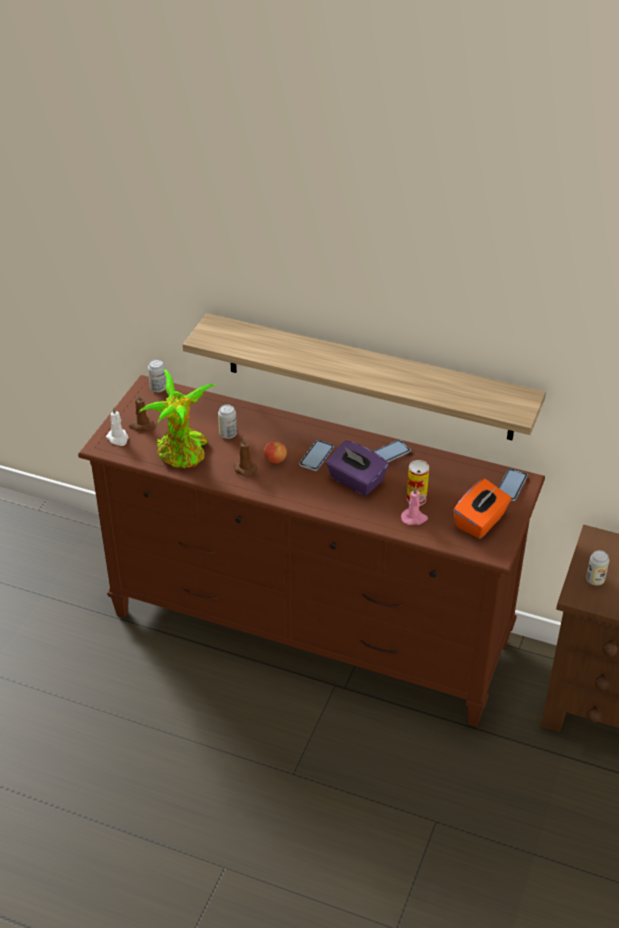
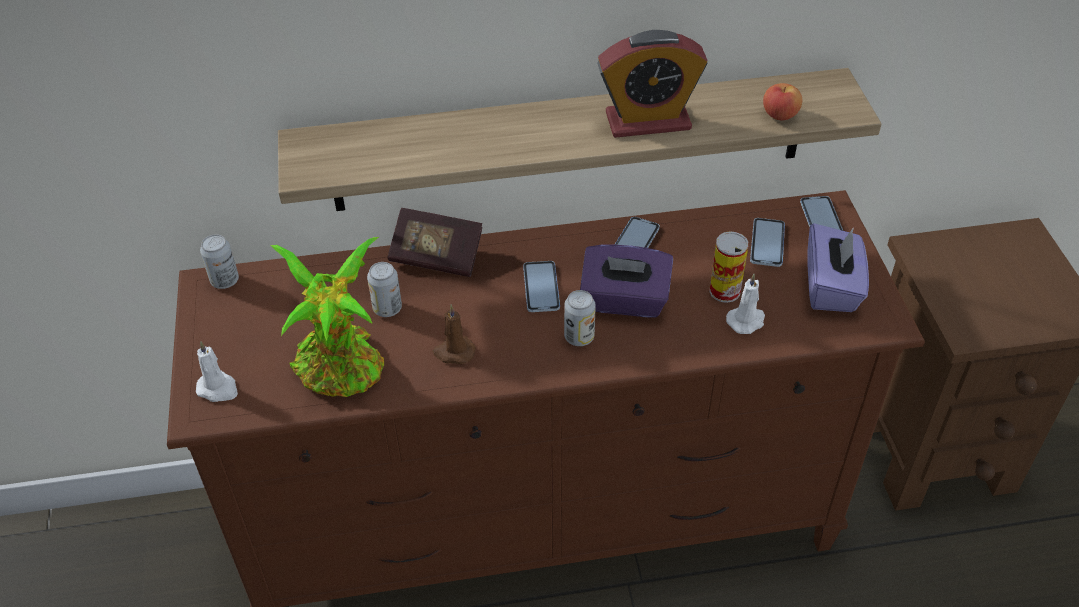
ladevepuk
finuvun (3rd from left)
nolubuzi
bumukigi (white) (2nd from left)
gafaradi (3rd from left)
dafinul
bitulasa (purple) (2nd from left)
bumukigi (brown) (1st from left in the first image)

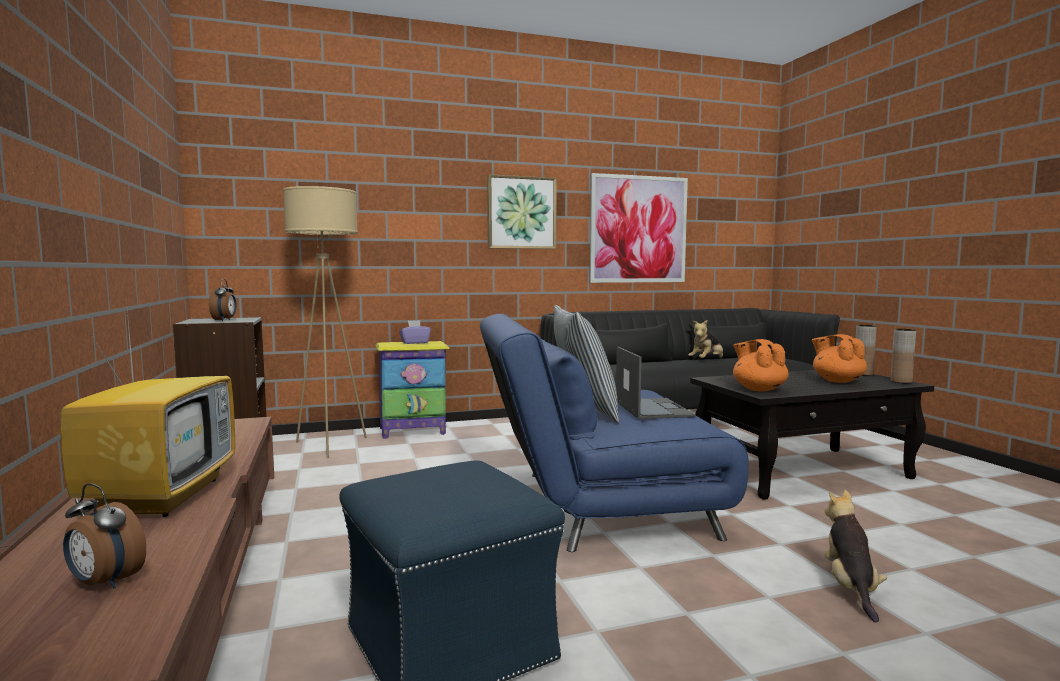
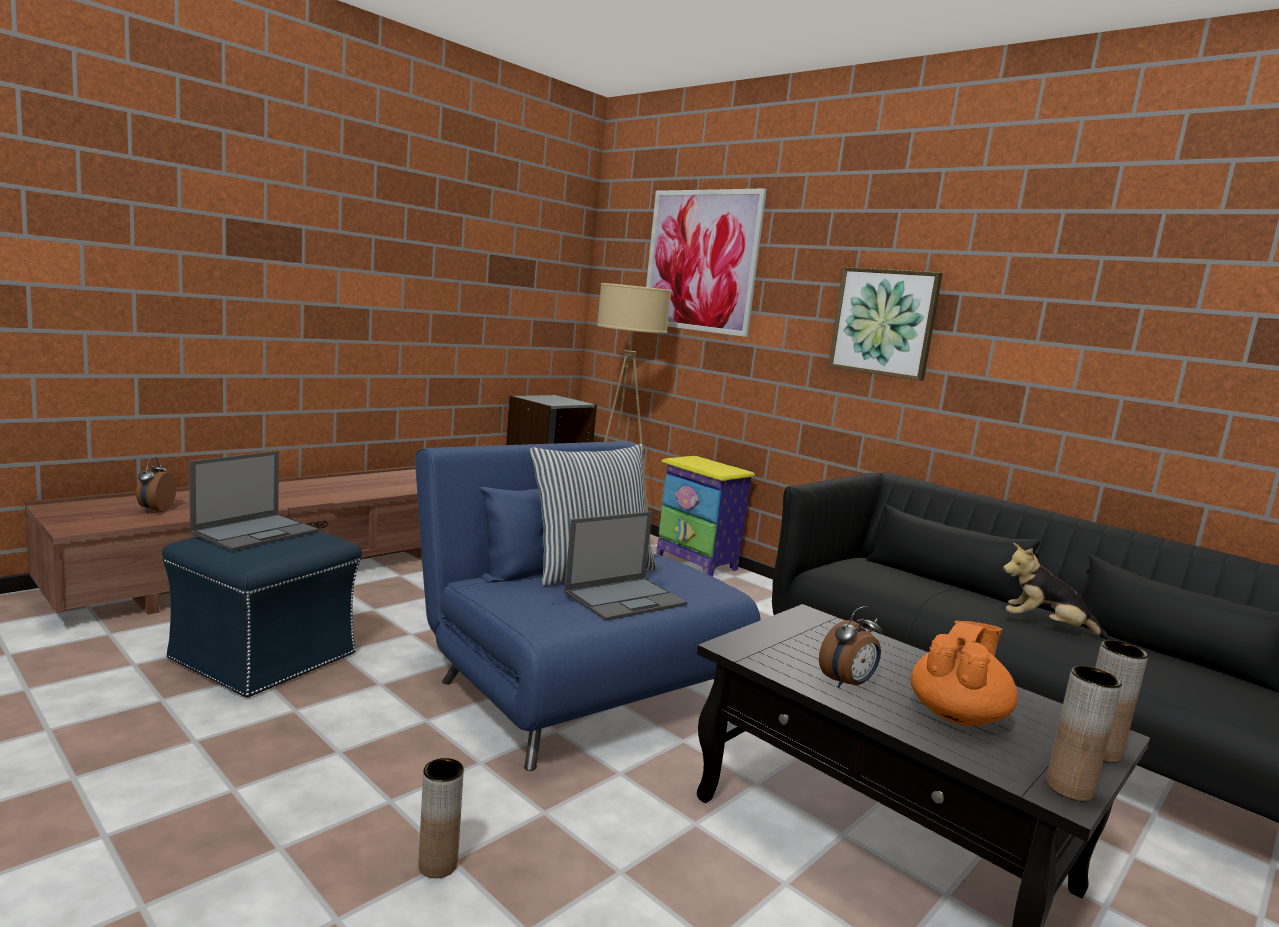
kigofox (1st from left)
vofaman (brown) (1st from left)
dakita (1st from left)
nolubuzi (2nd from left)
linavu
bitulasa (purple)
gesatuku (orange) (1st from left in the first image)

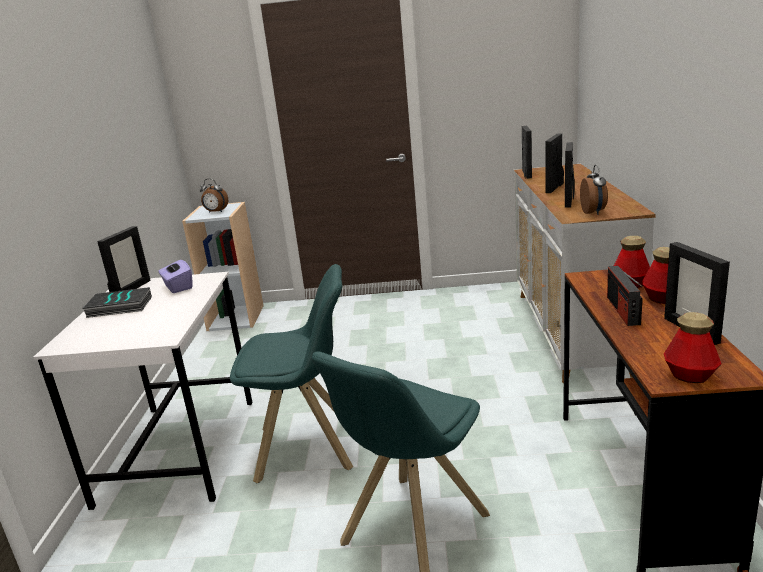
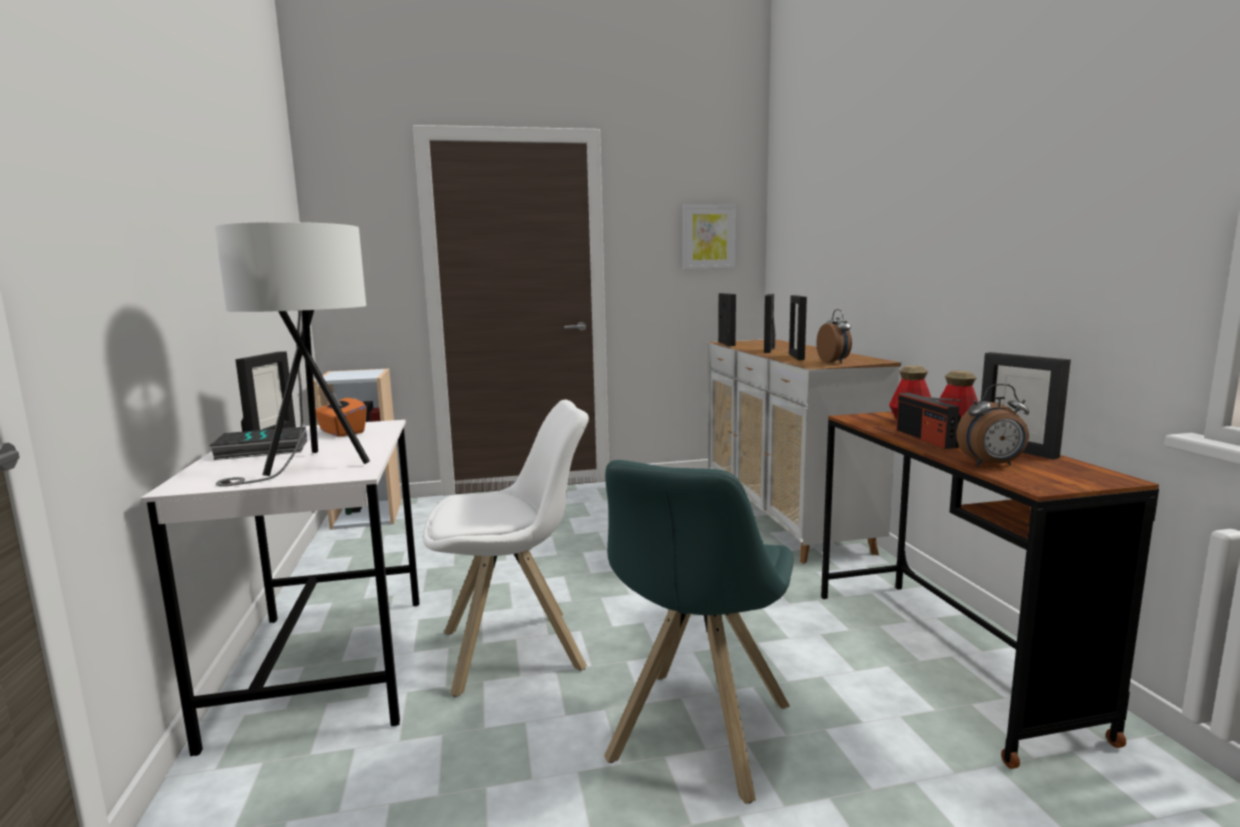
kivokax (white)
bitulasa (orange)
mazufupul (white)
dakita
nolubuzi (2nd from left)
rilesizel (3rd from left in the first image)

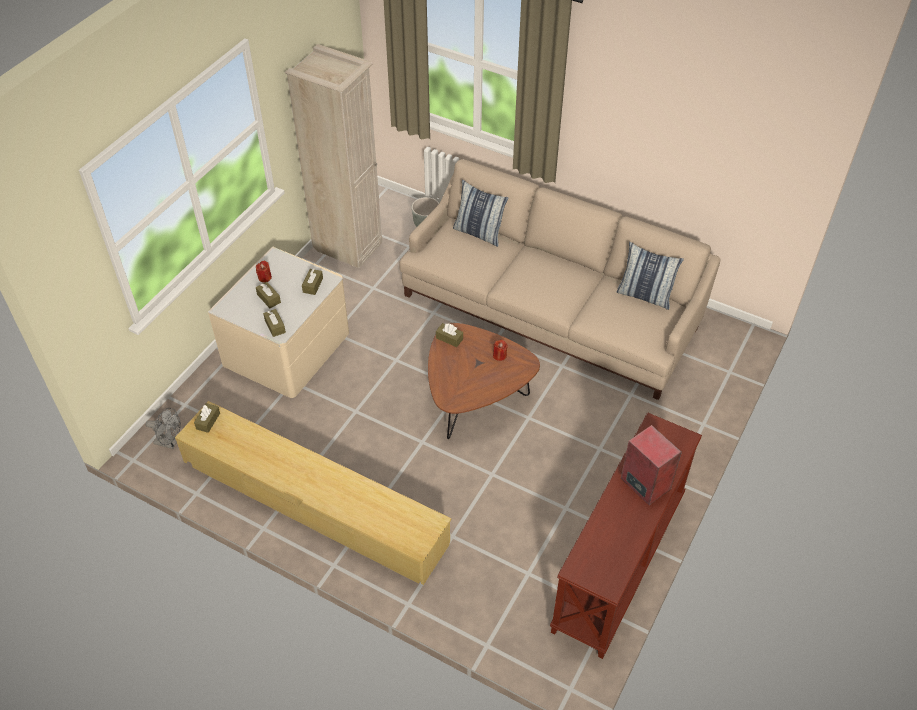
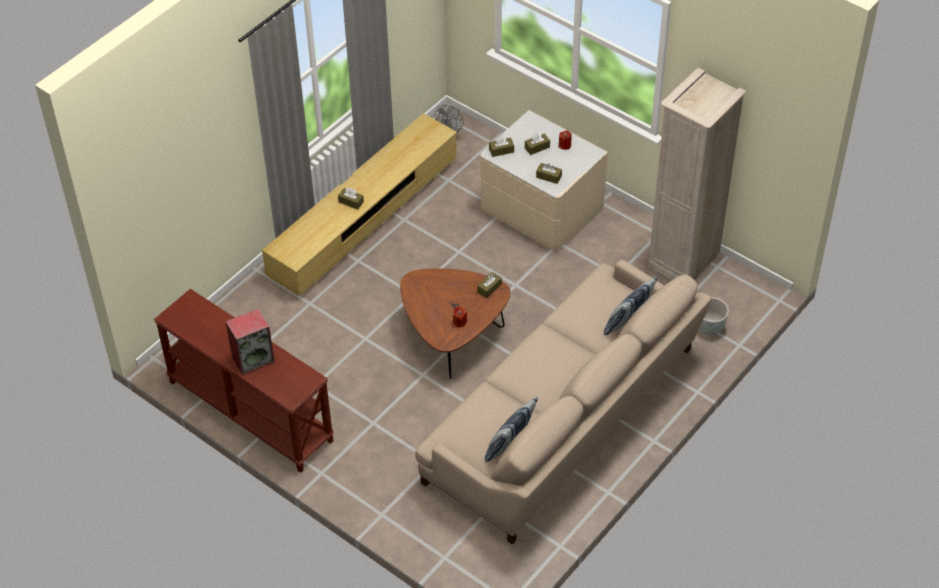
bitulasa (brown) (1st from left)

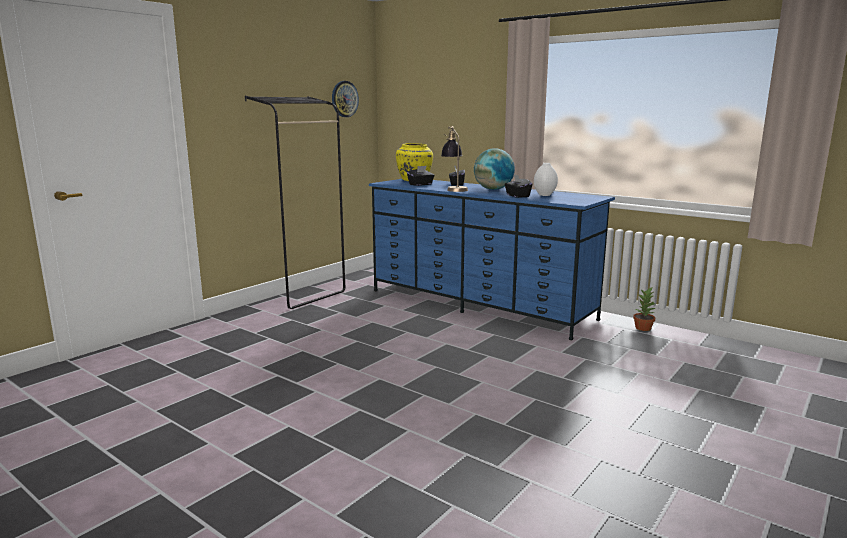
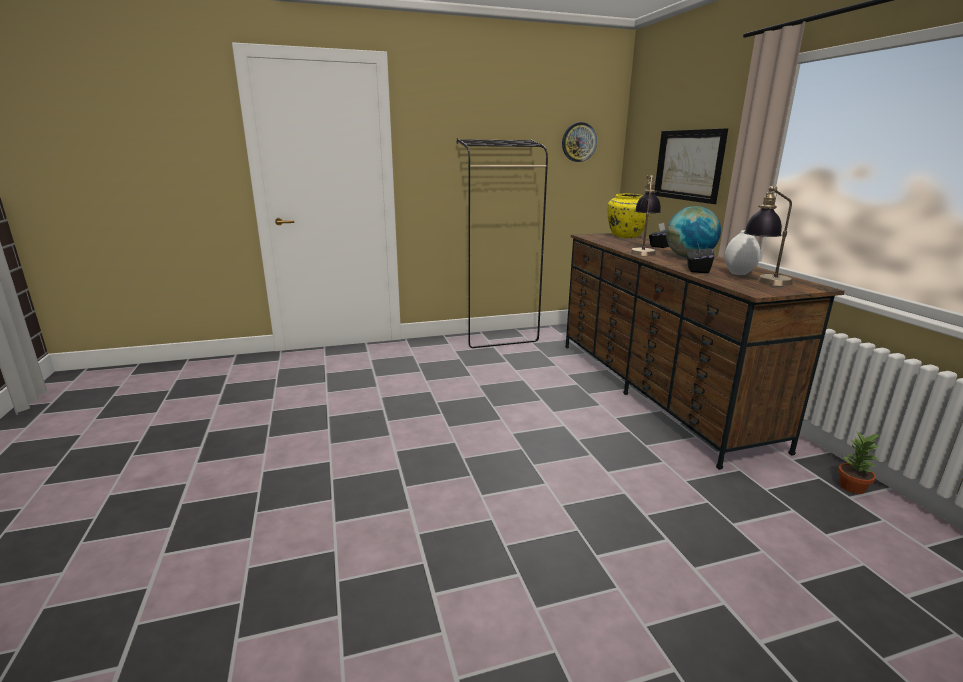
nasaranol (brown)
dakita
kivokax (2nd from left)
bitulasa (black) (1st from left in the first image)

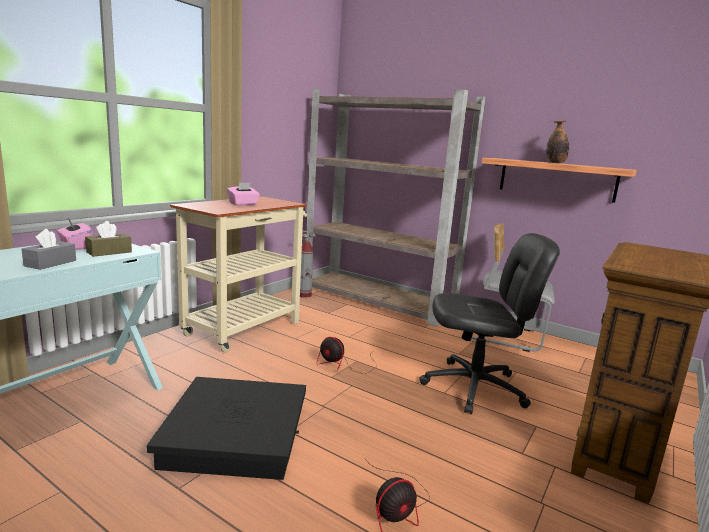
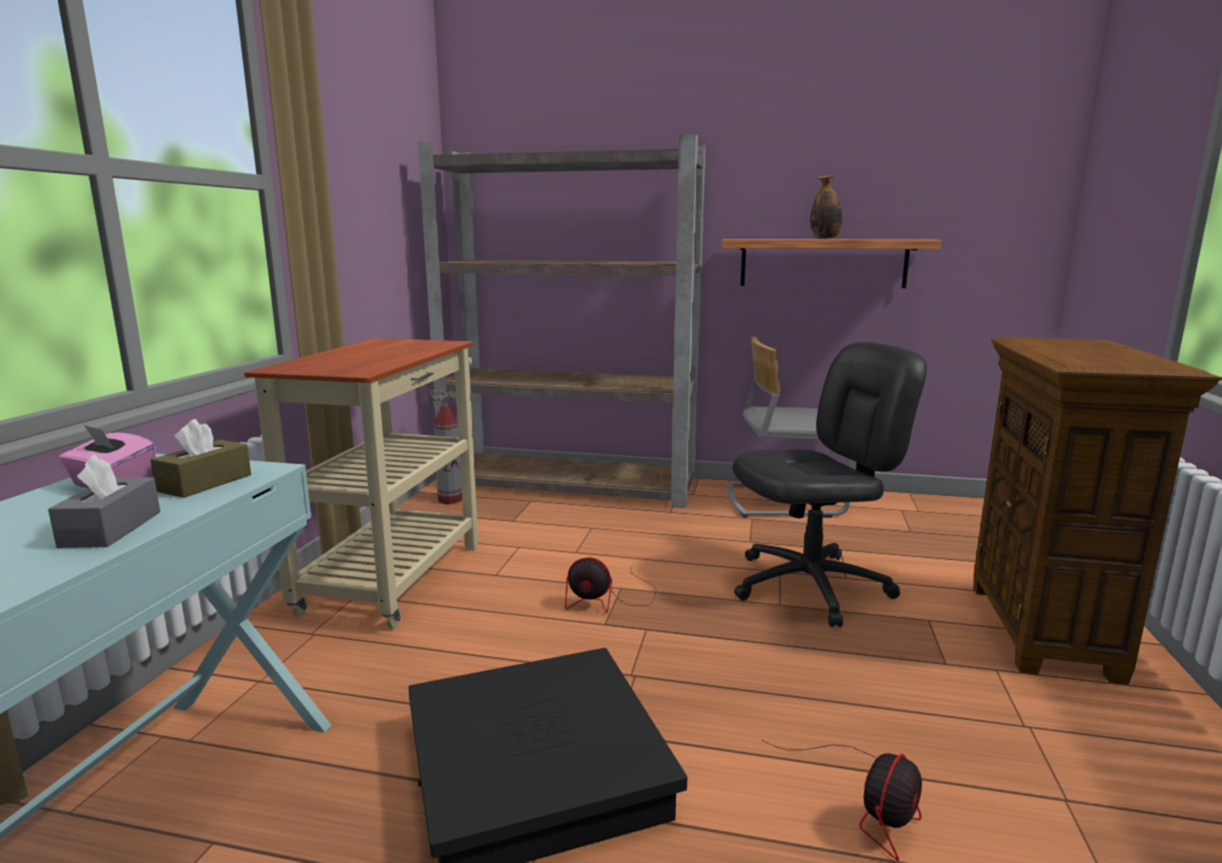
bitulasa (pink) (2nd from left in the first image)

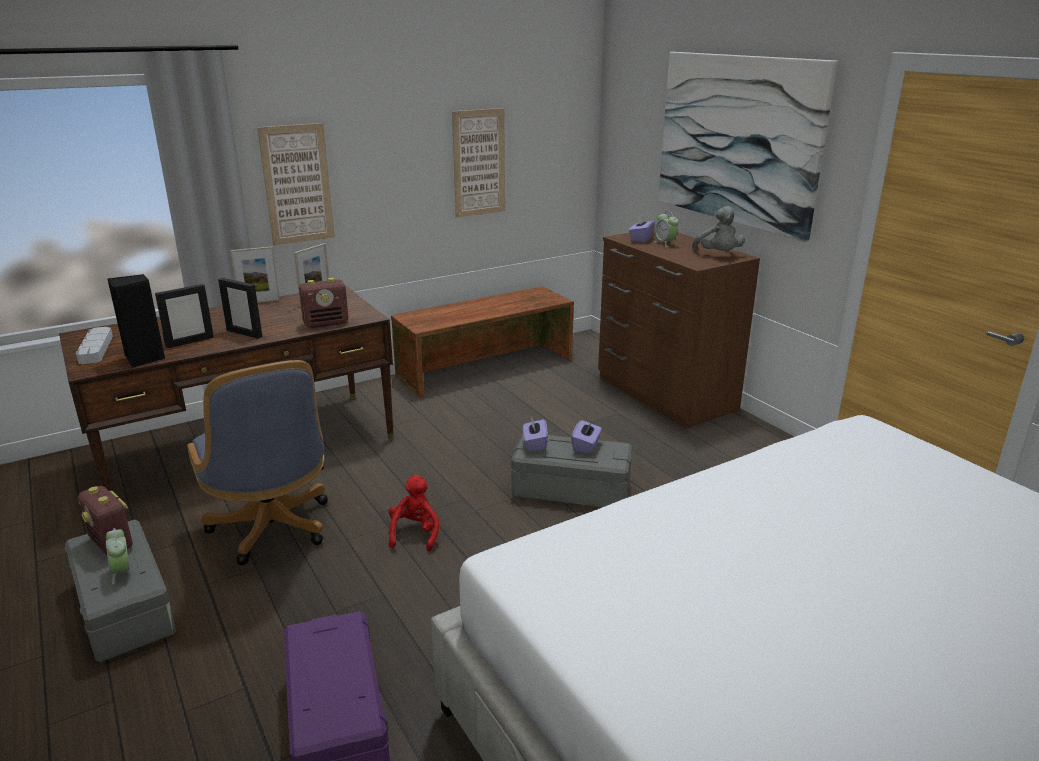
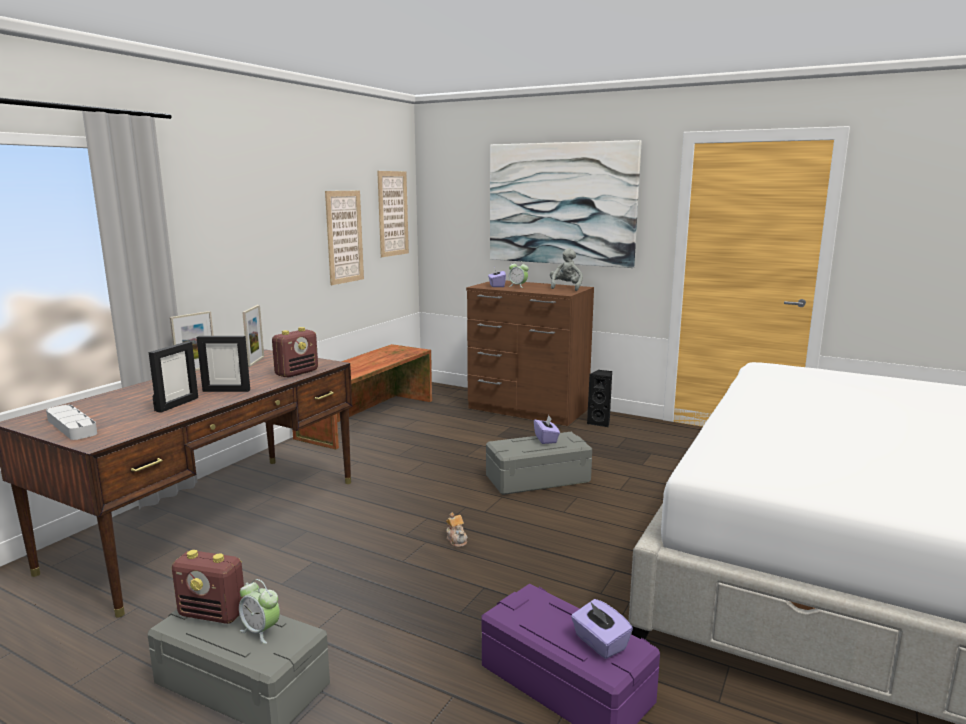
dakita (2nd from left)
gesatuku
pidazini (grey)
bitulasa (purple) (3rd from left)
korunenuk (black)
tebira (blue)

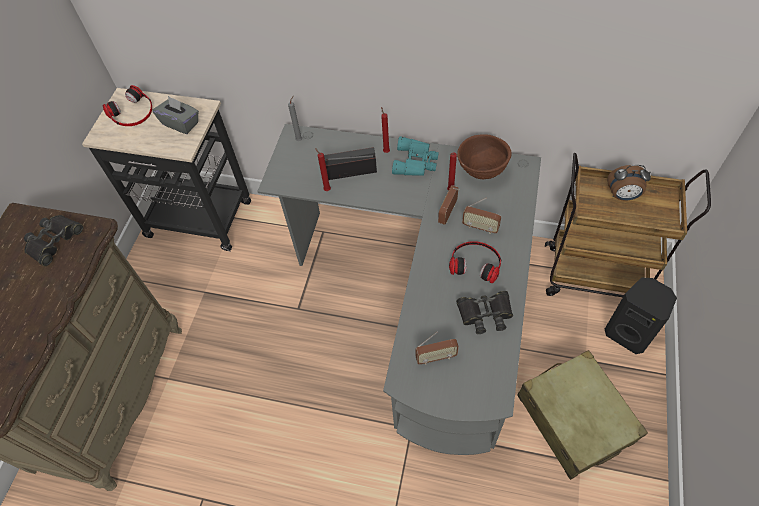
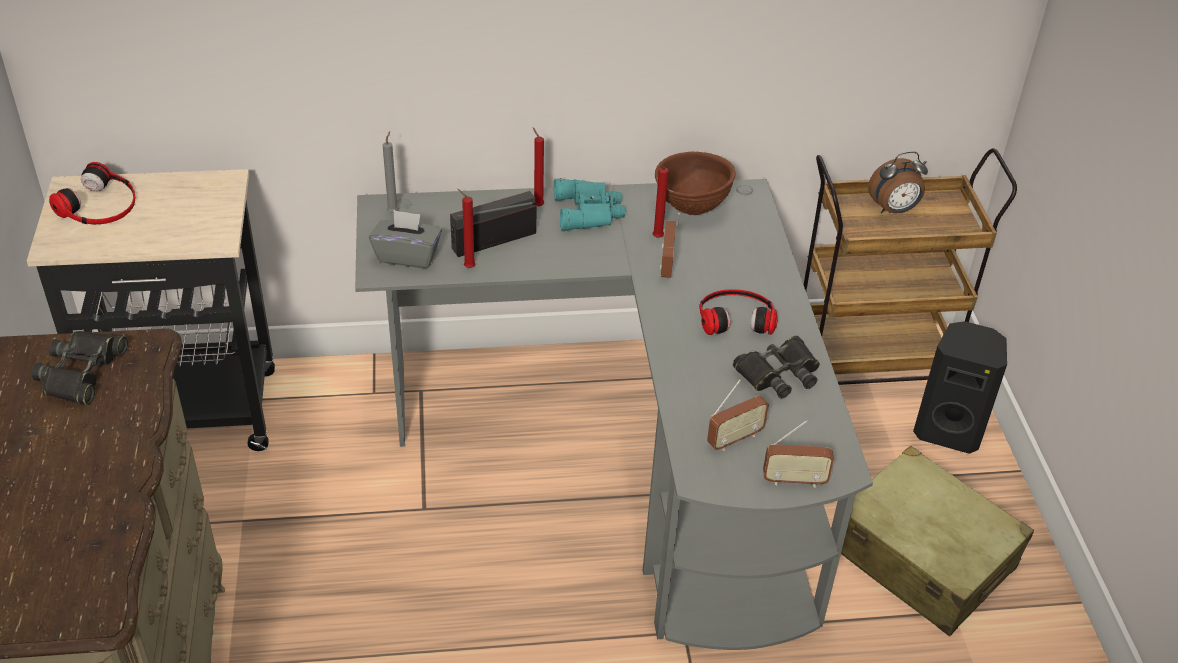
bitulasa (grey)
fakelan (4th from left)

